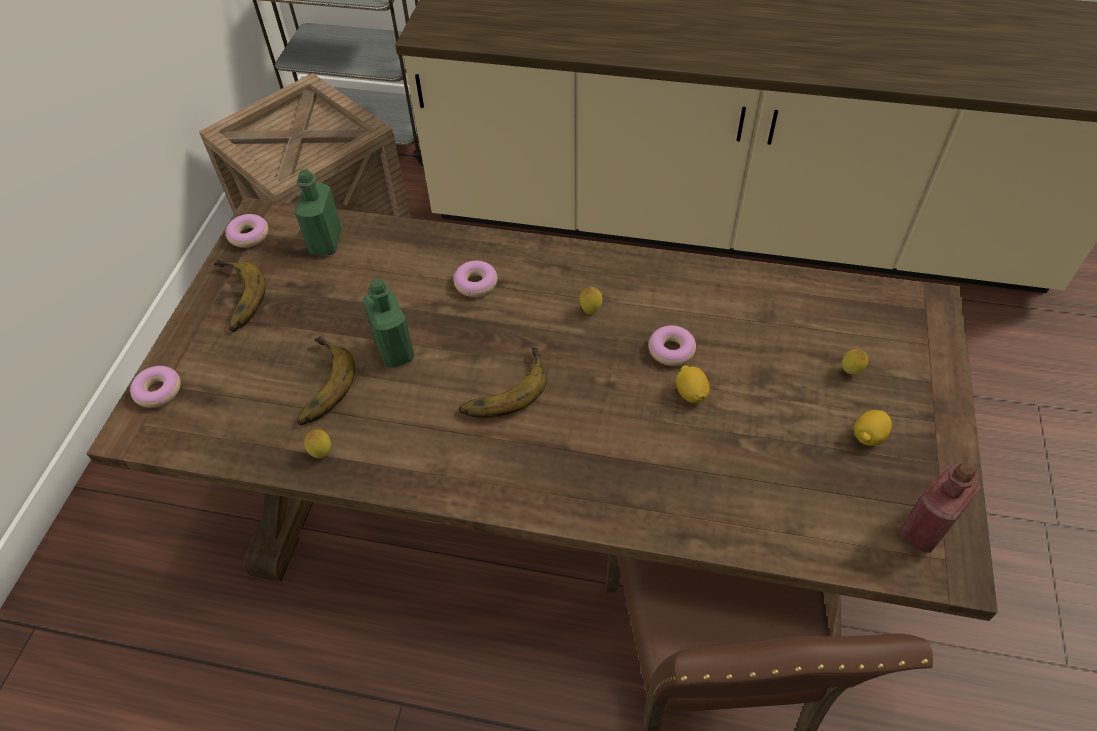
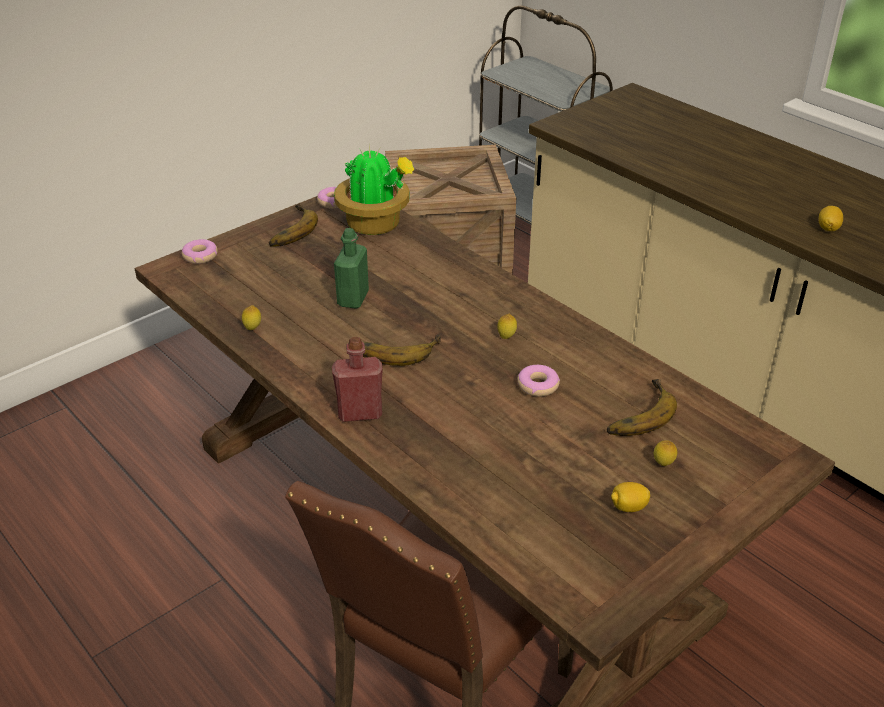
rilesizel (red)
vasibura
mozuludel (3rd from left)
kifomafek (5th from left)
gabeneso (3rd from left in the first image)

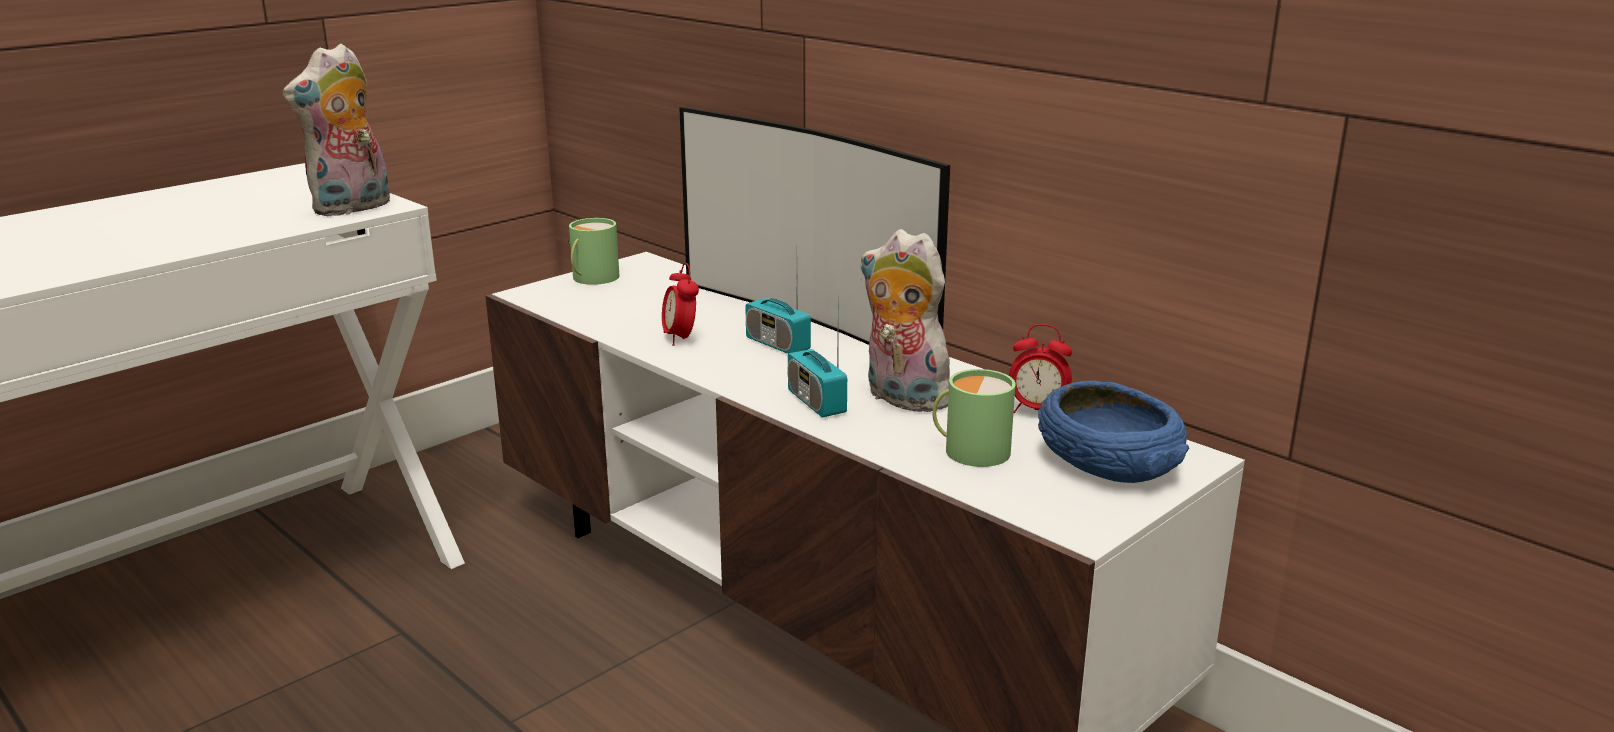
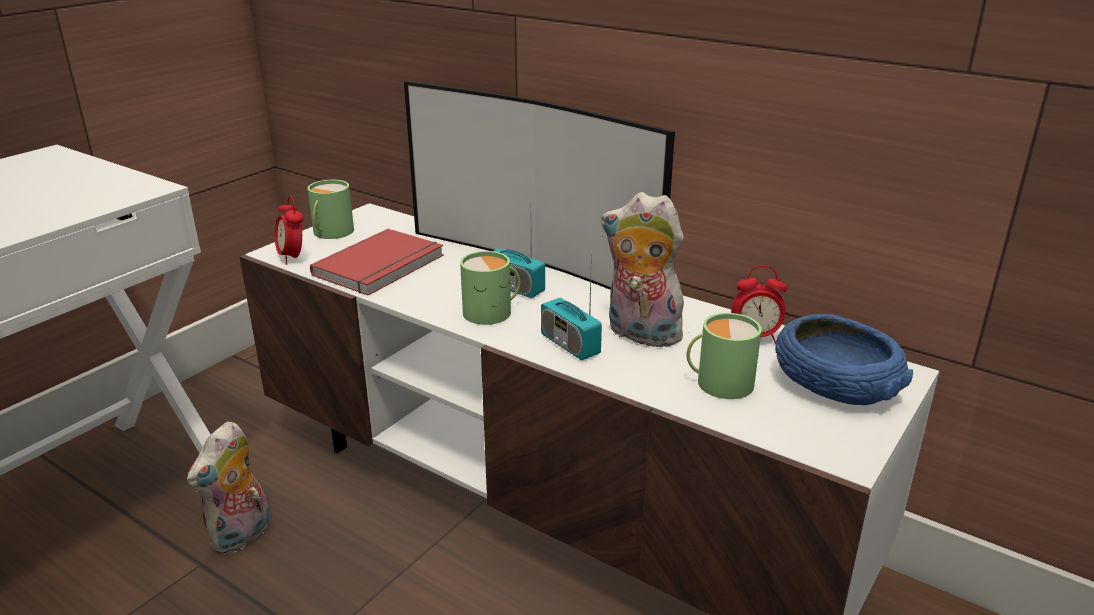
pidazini (1st from left)
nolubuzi (1st from left)
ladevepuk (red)
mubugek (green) (2nd from left)

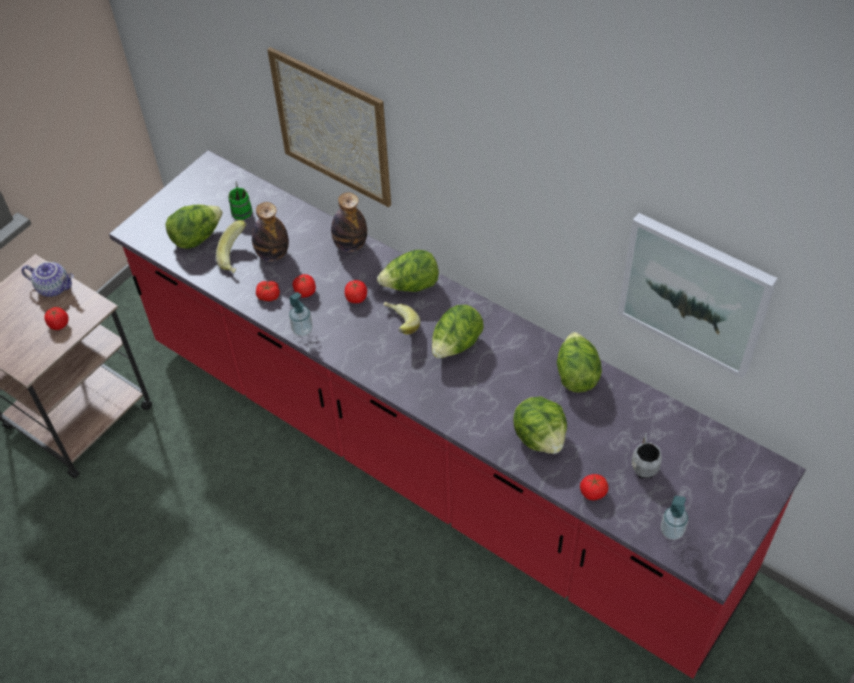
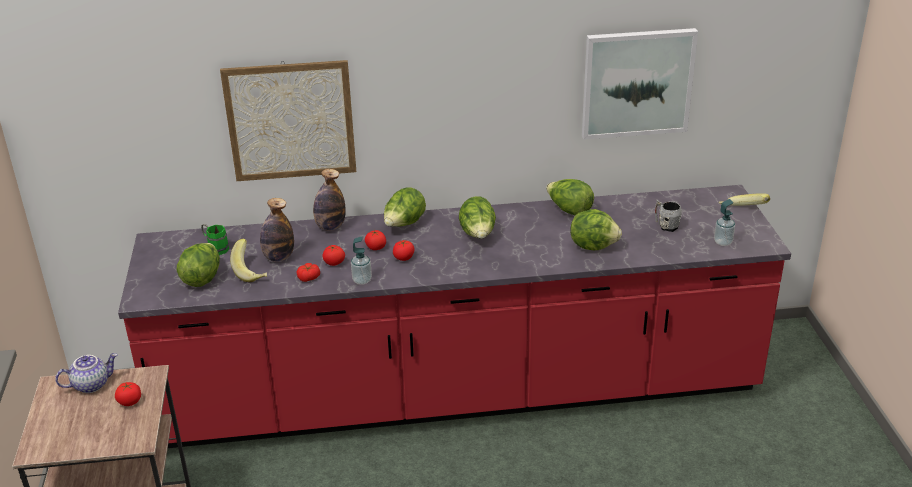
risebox (5th from left)
mozuludel (2nd from left)

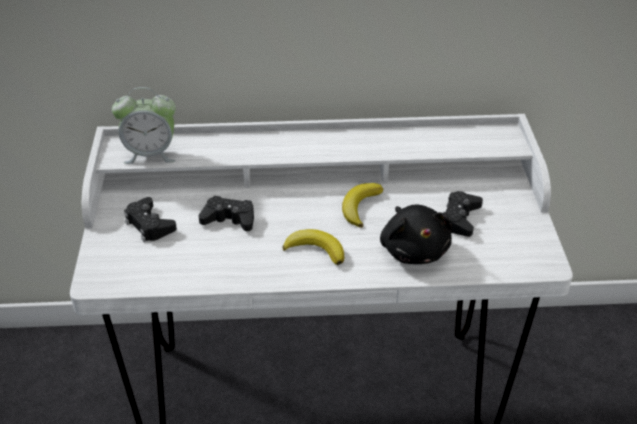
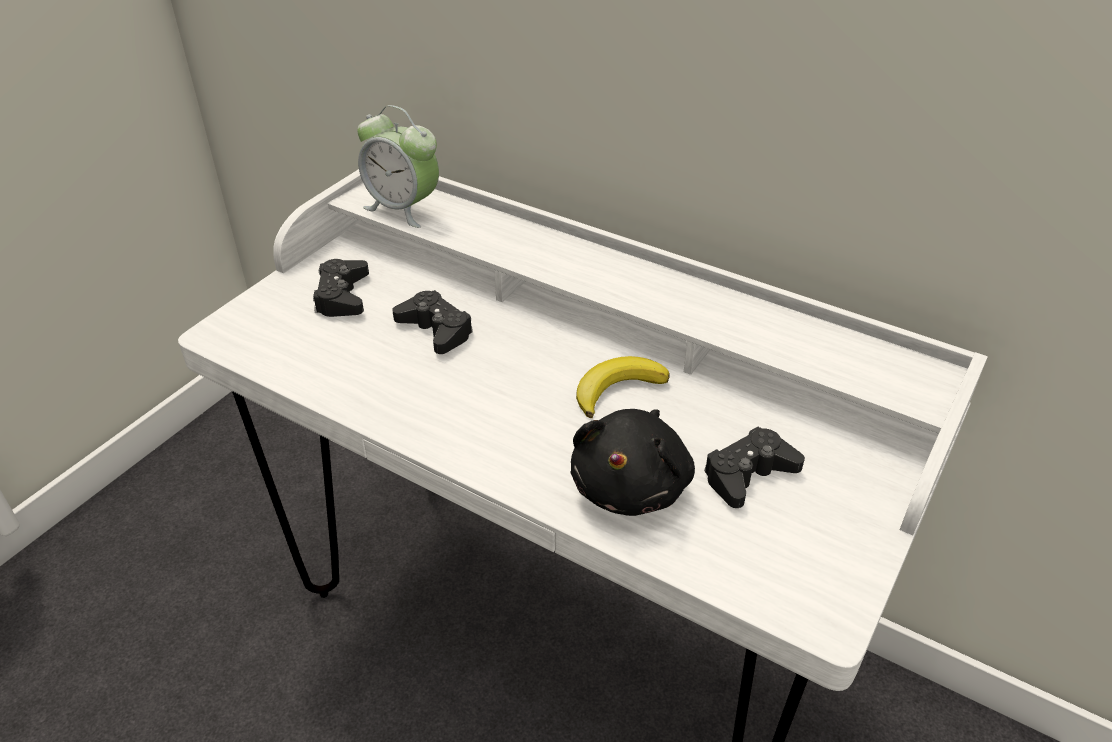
mozuludel (1st from left in the first image)

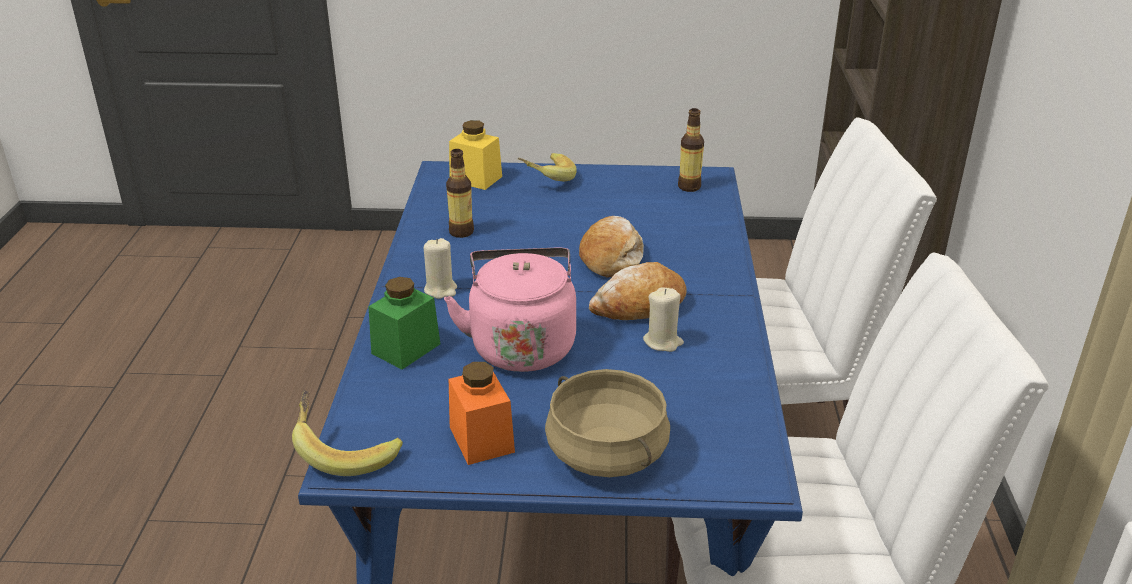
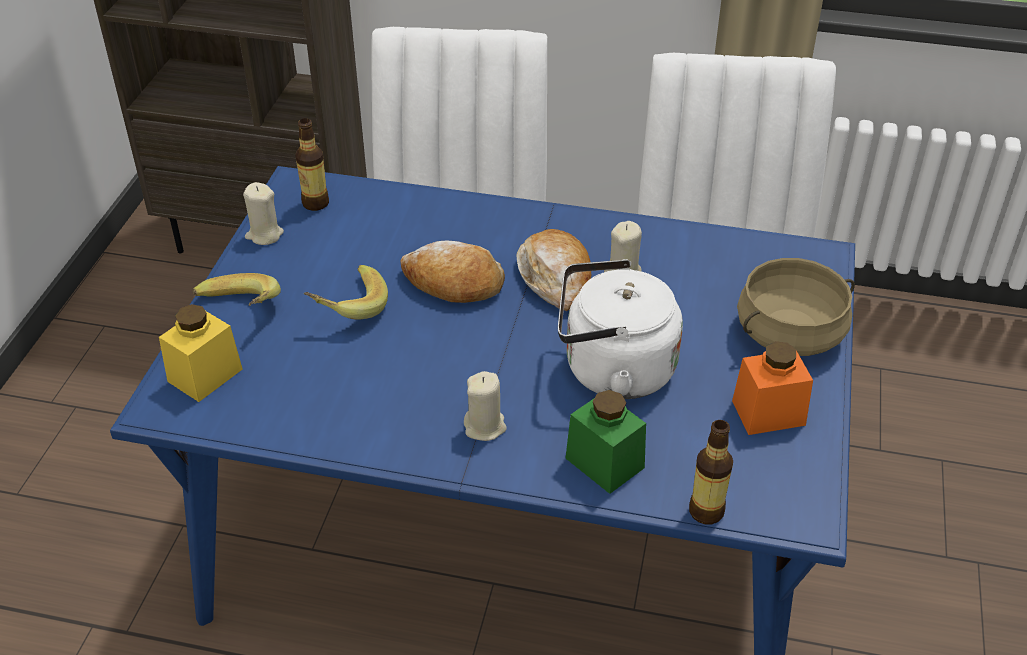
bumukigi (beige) (1st from left)
mozuludel (2nd from left)
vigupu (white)
rilesizel (2nd from left)

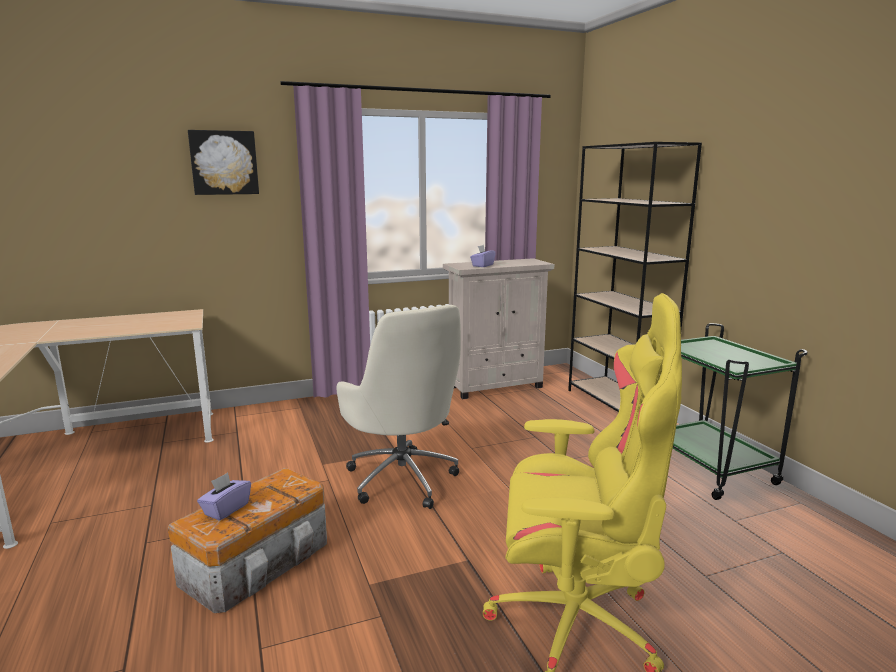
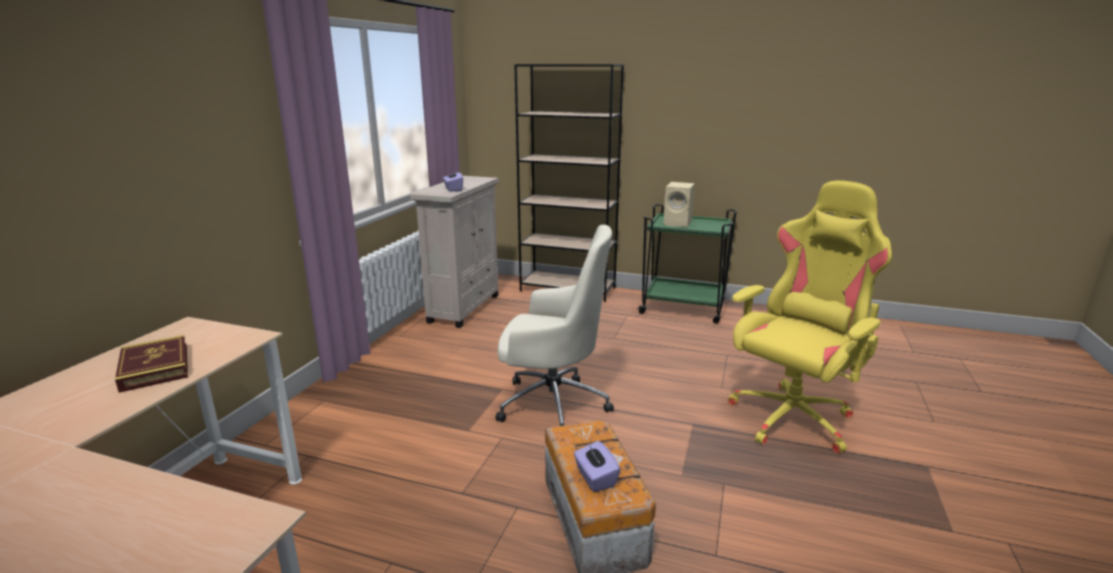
ladevepuk
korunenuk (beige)
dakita

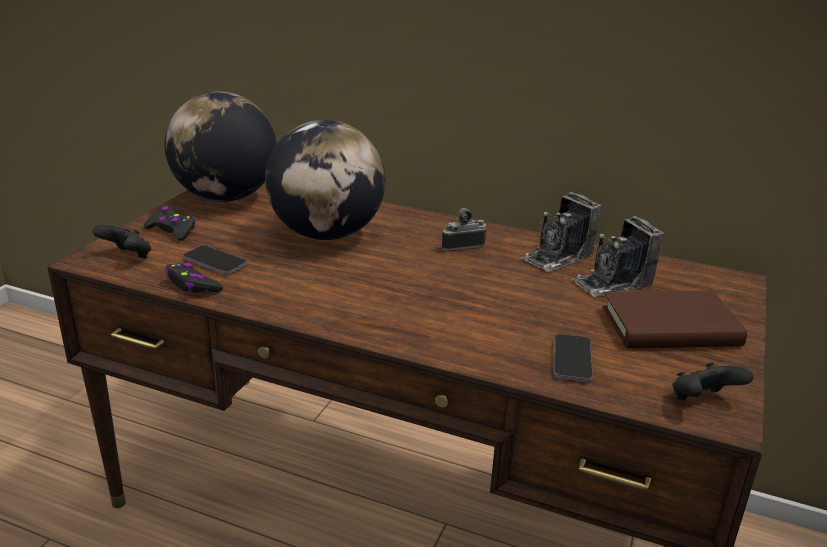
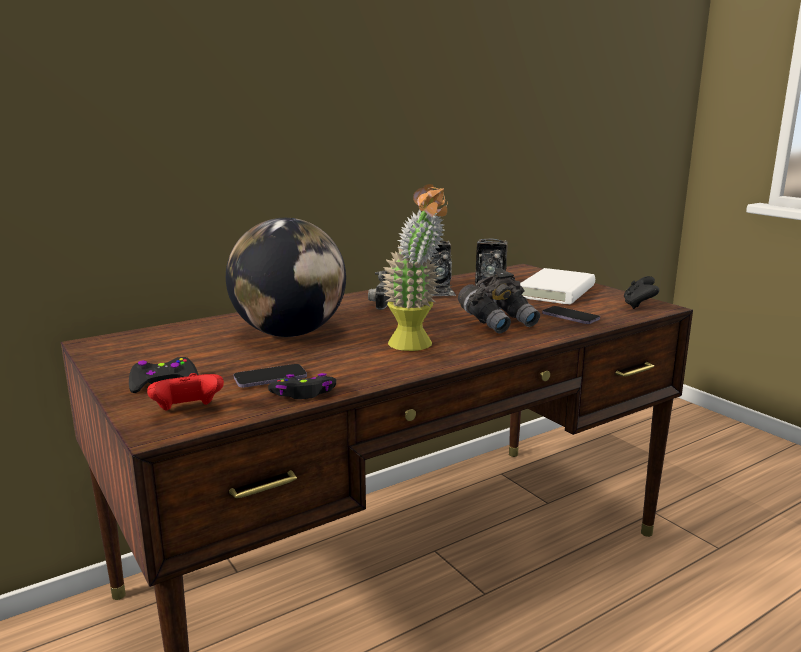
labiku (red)
vasibura
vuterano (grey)
ladevepuk (white)
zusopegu (1st from left in the first image)

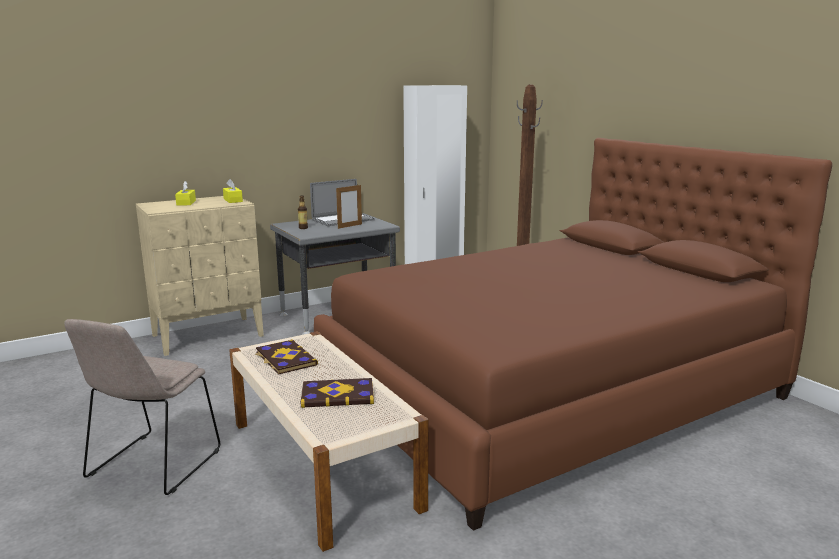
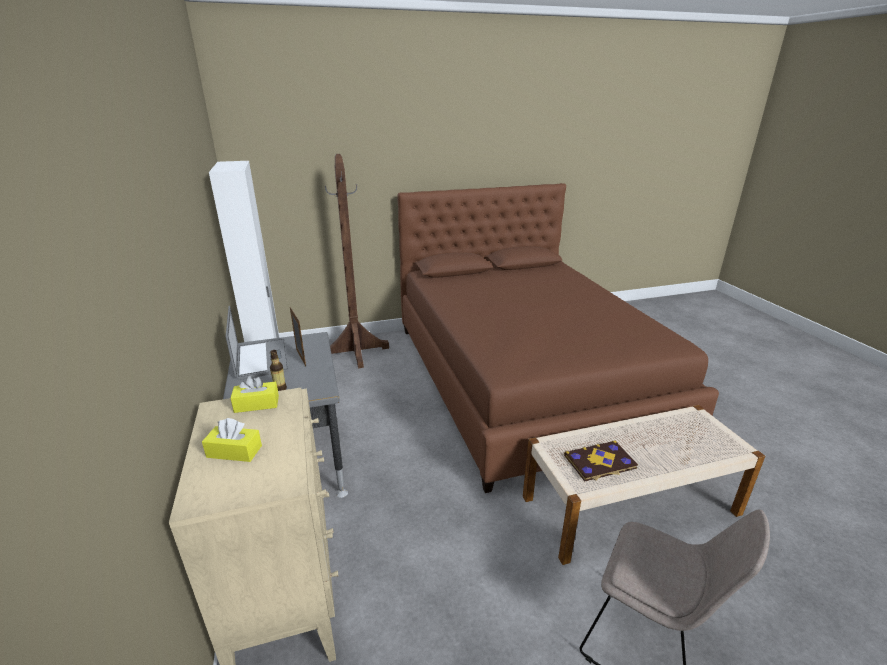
ladevepuk (2nd from left in the first image)

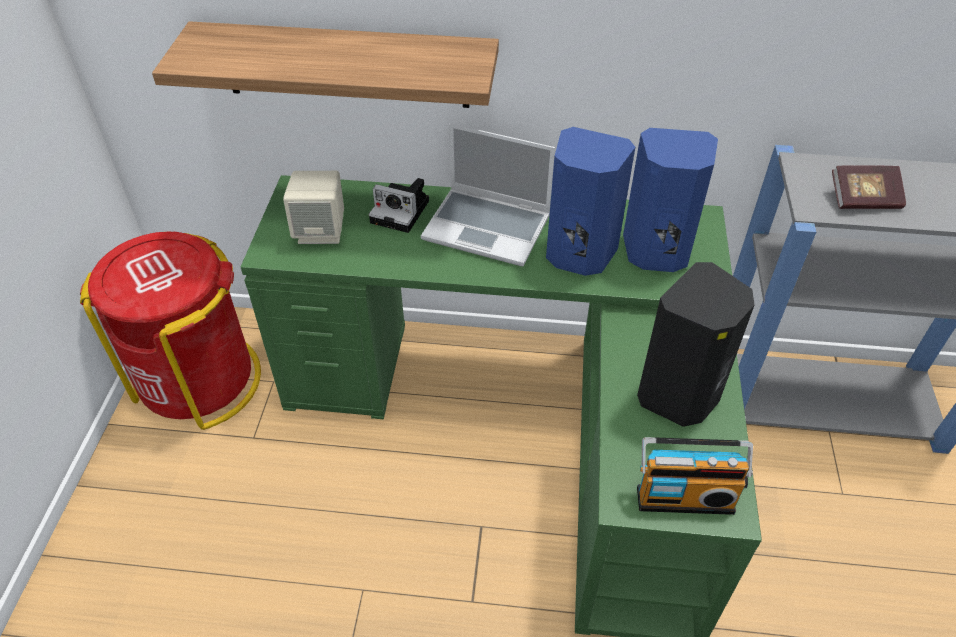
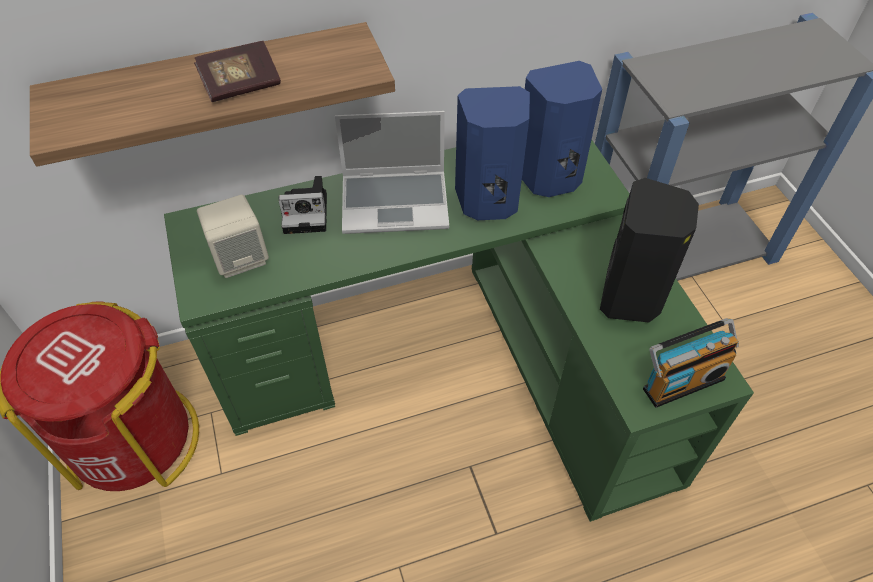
ladevepuk

